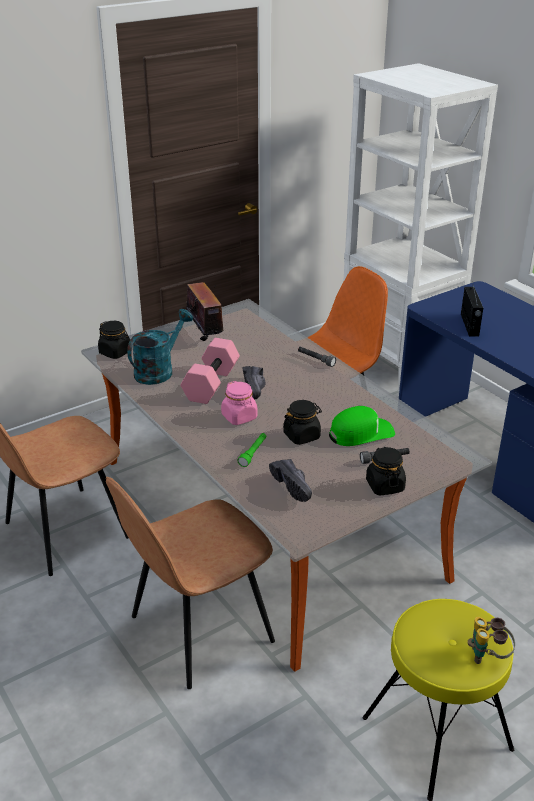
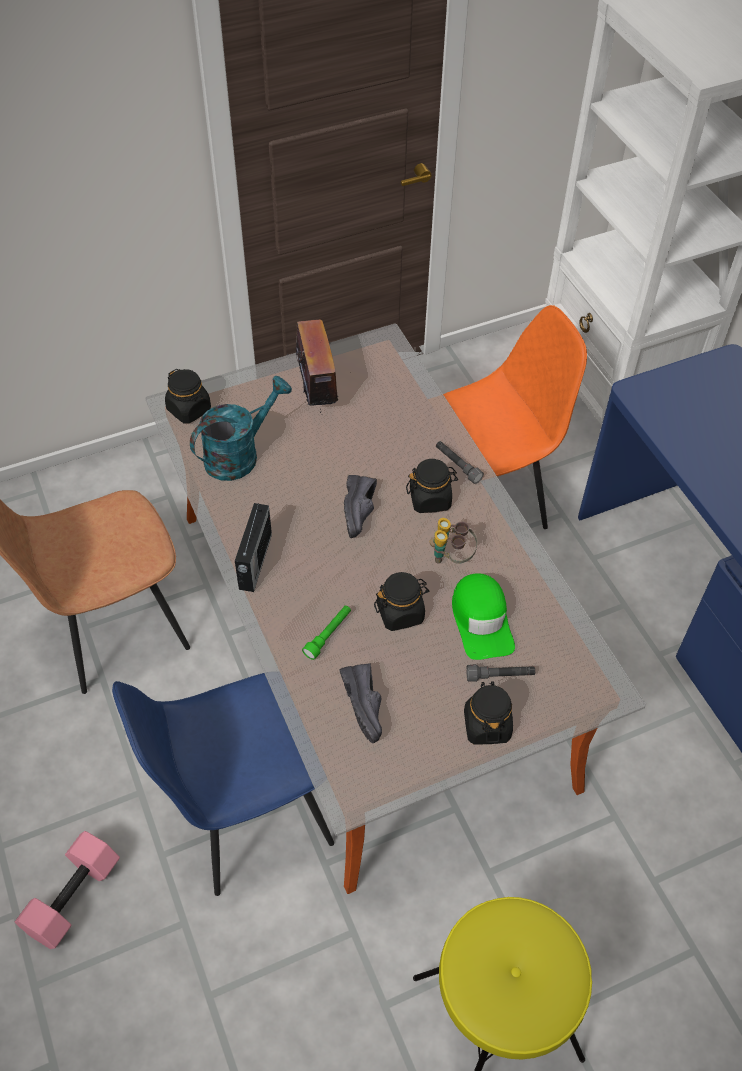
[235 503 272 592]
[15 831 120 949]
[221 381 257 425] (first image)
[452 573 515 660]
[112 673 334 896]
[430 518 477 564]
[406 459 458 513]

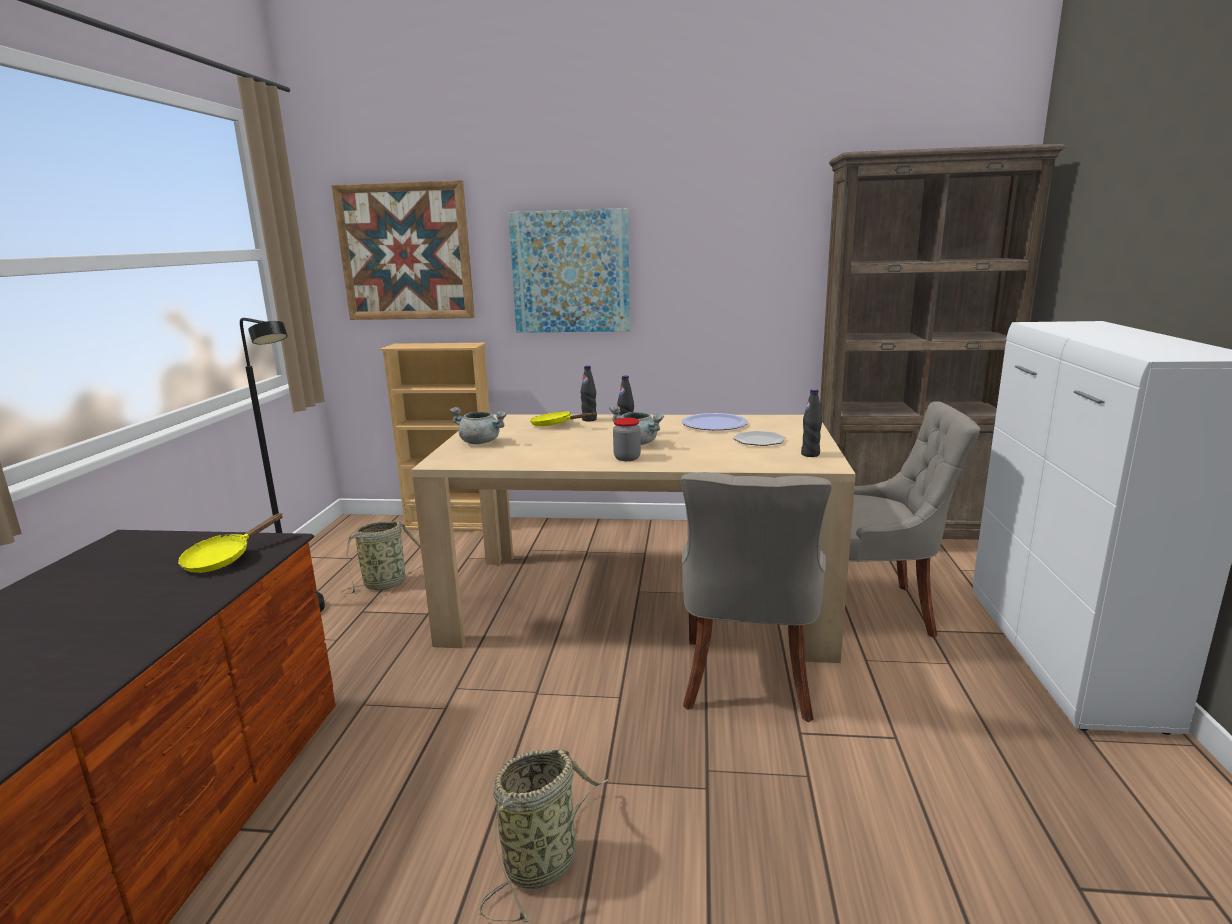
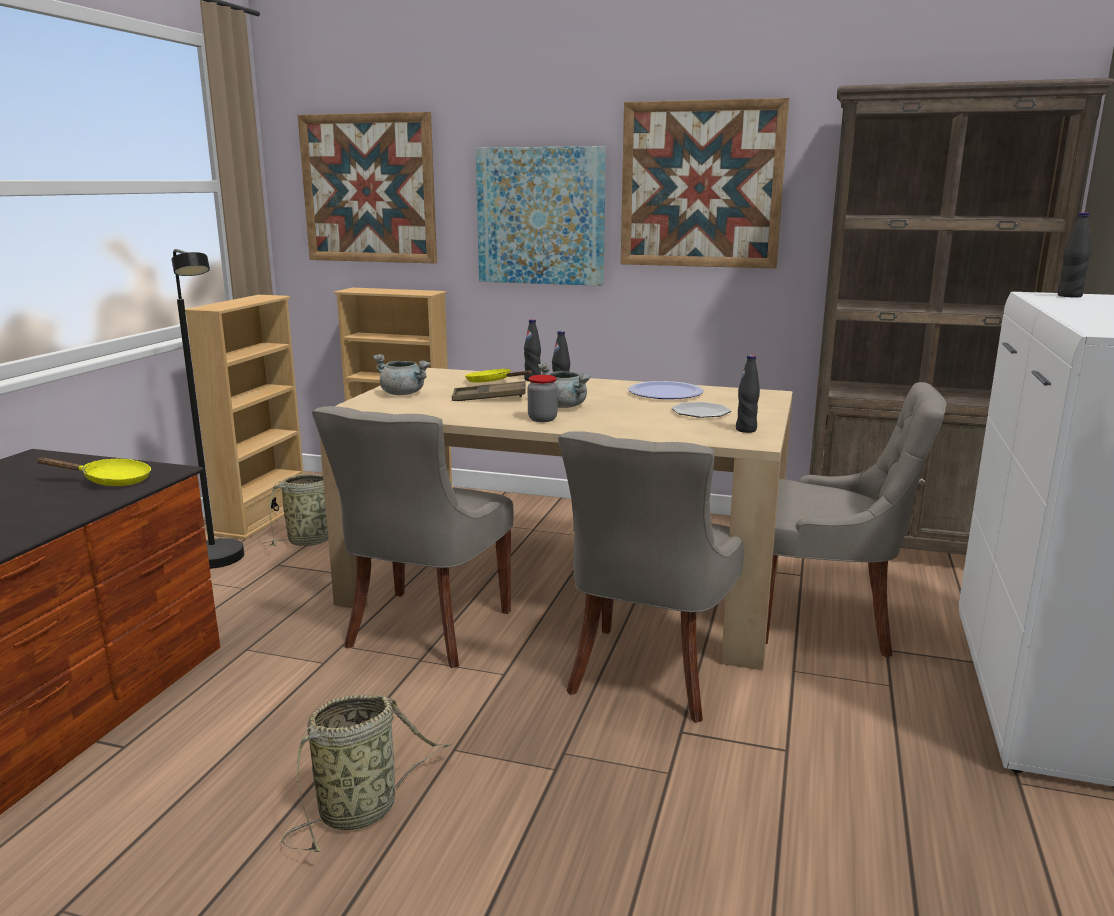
[36 458 151 486]
[621 98 789 269]
[1058 212 1091 298]
[185 295 304 540]
[452 381 526 401]
[312 406 513 668]

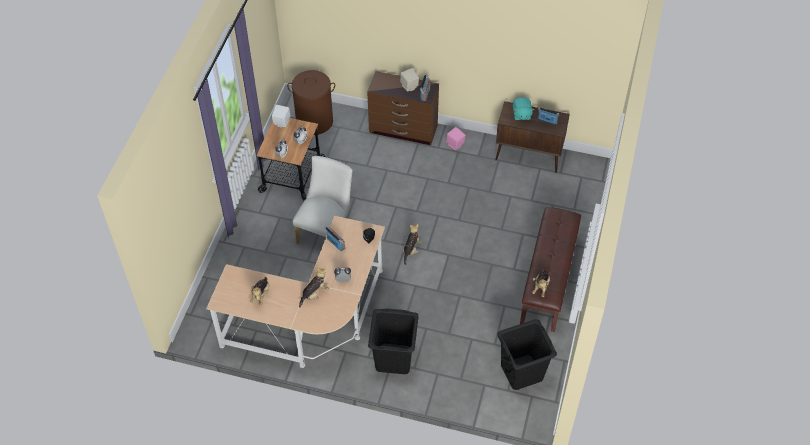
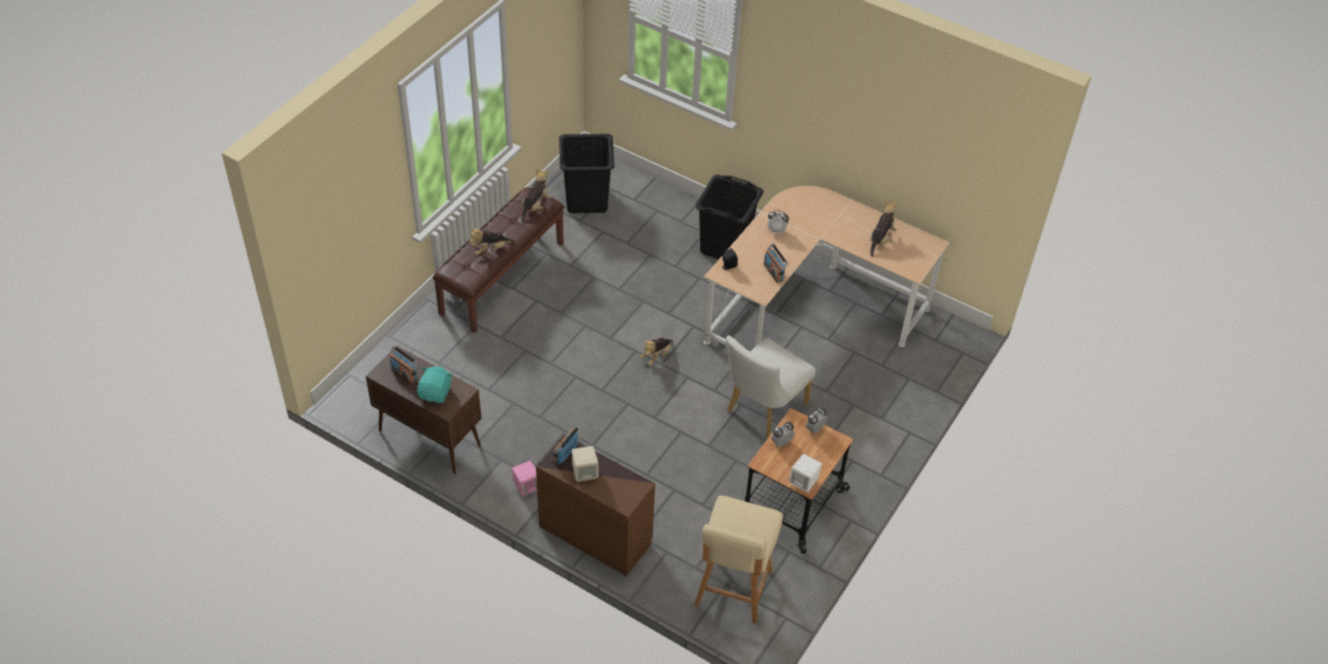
[694 496 783 623]
[469 228 515 255]

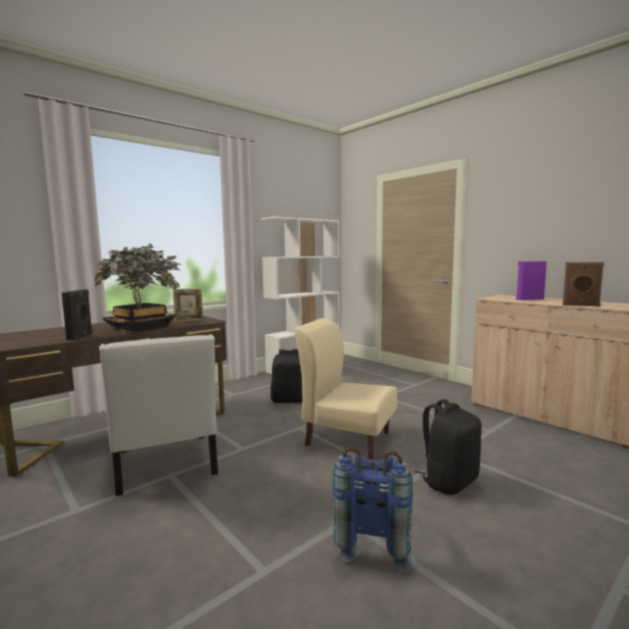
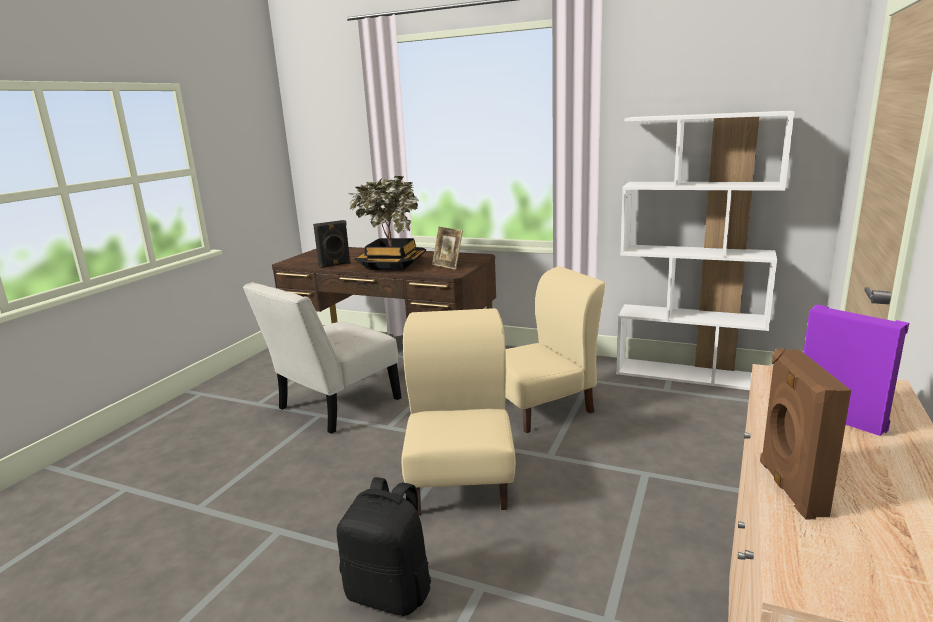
[505 266 605 433]
[333 447 415 572] (first image)

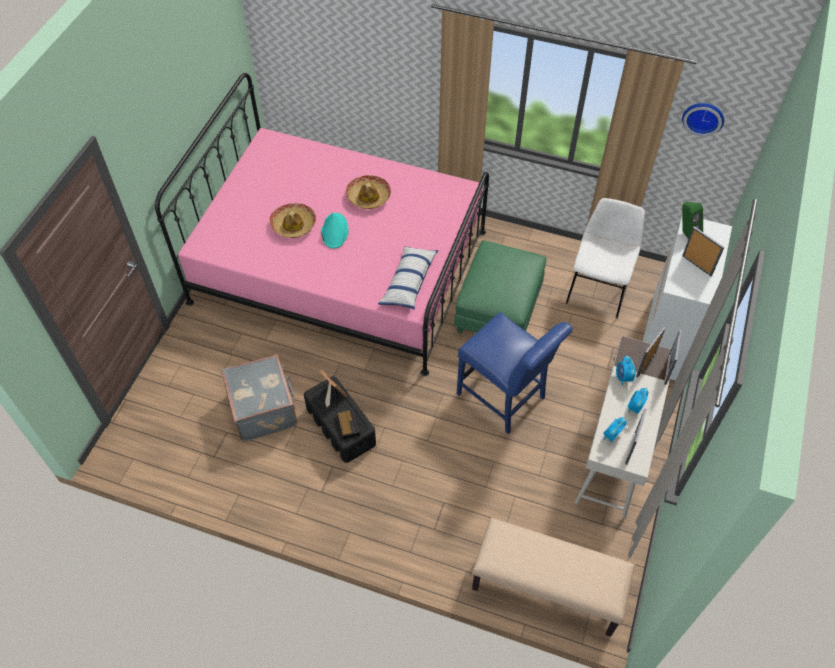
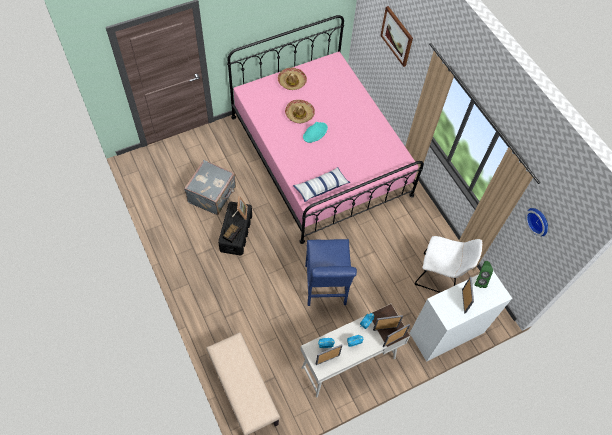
[278 68 307 90]
[415 236 483 293]
[454 240 547 334] (first image)
[380 6 413 67]

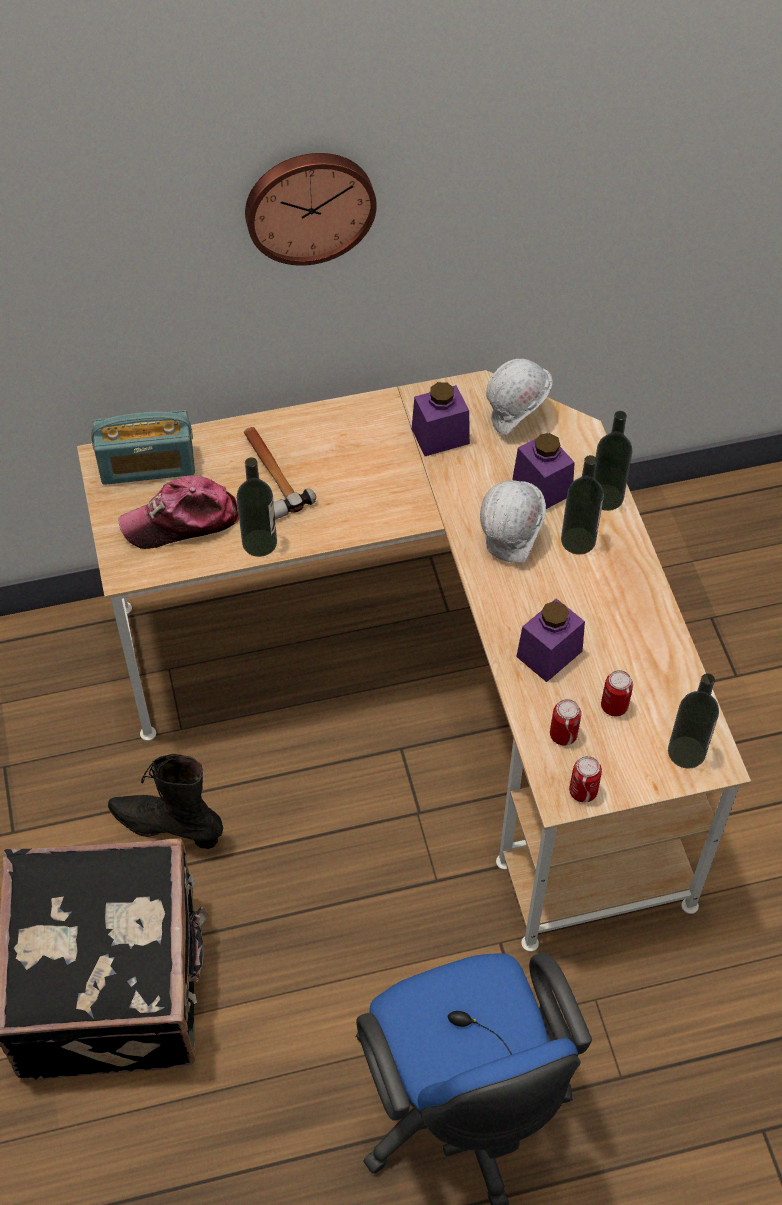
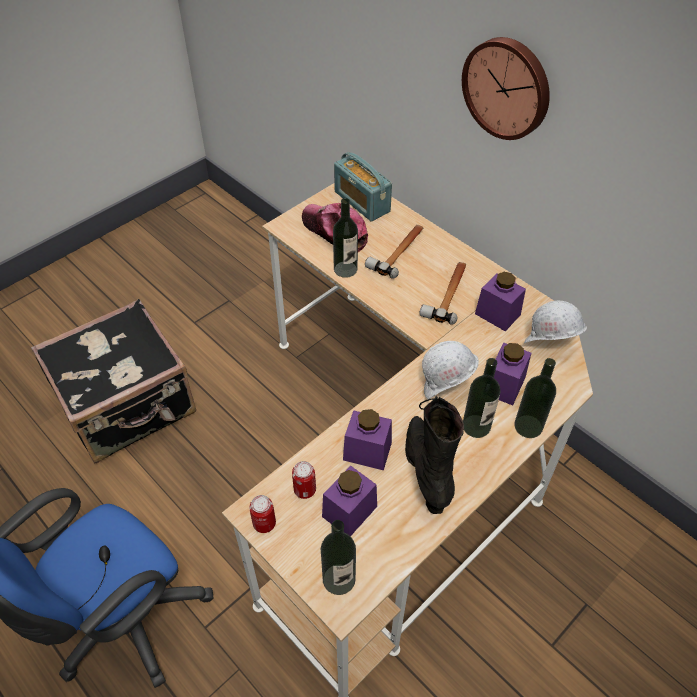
[322 466 377 536]
[405 396 464 514]
[419 262 466 325]

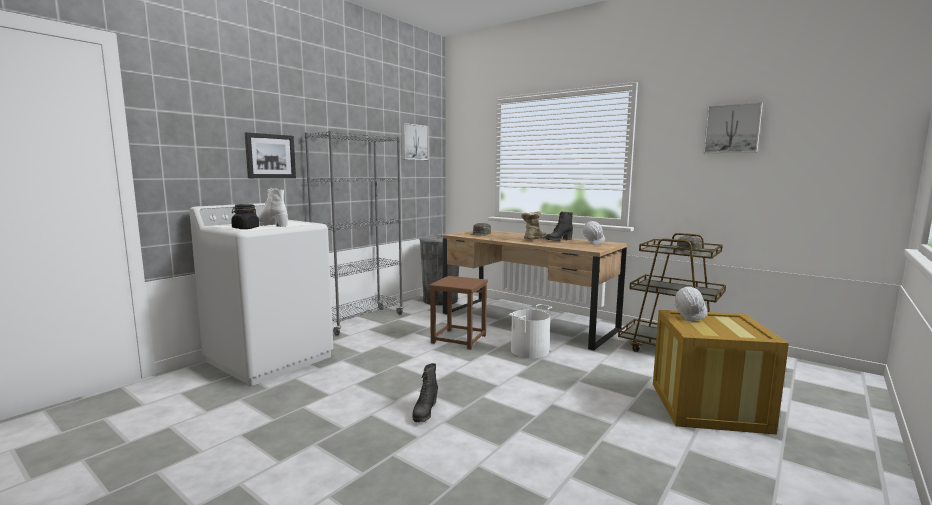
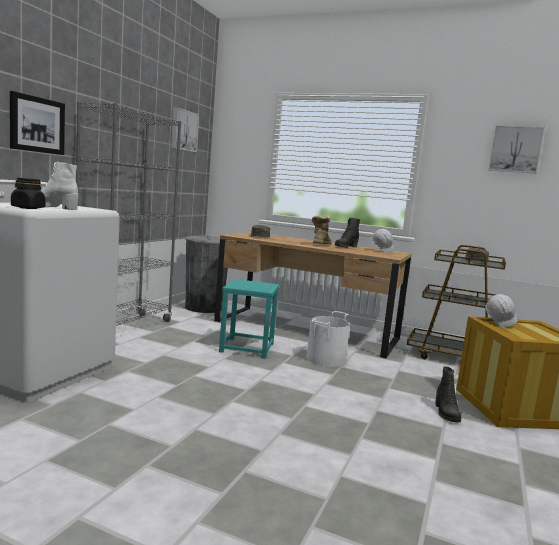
[219 279 280 359]
[435 366 461 422]

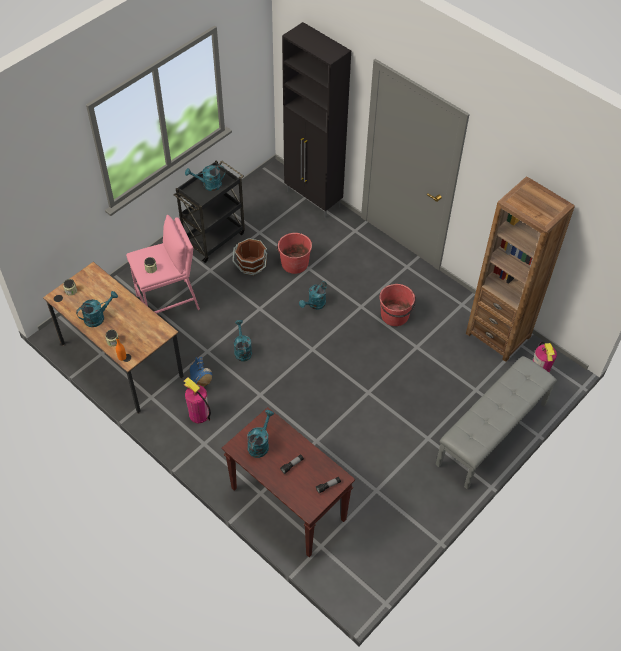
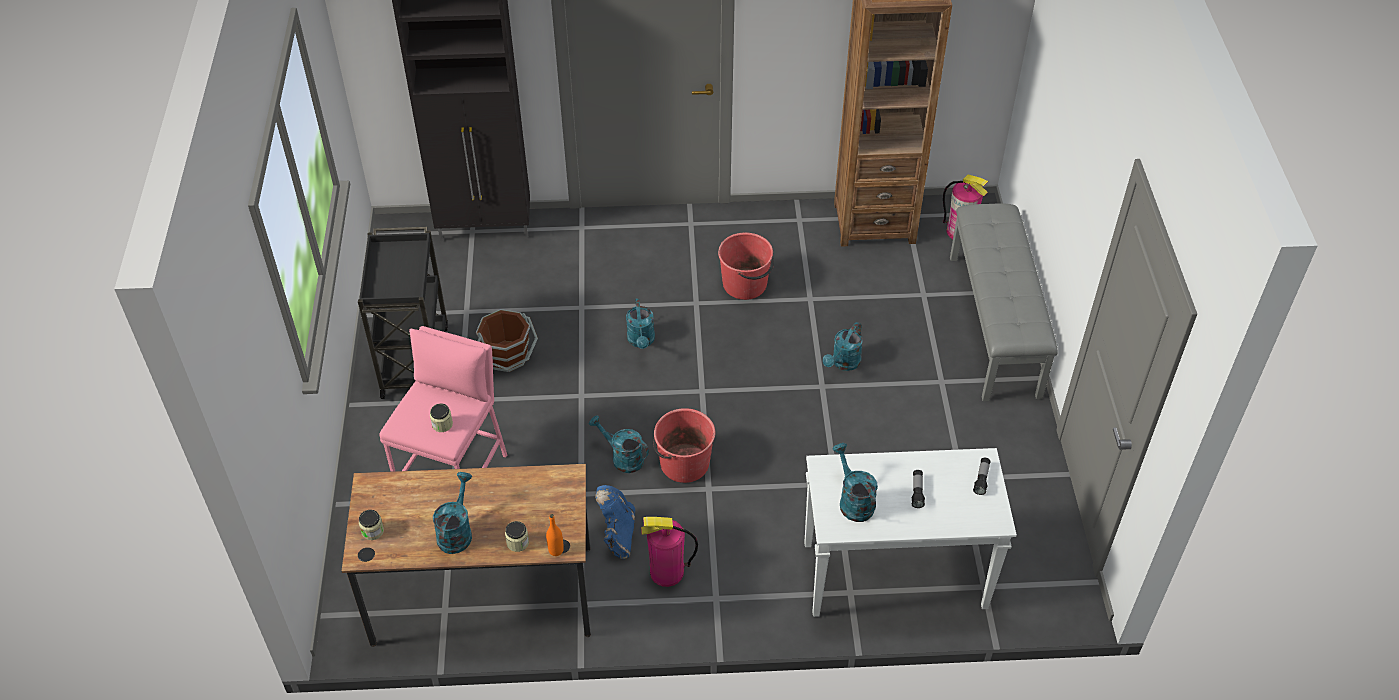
[823 322 863 371]
[653 408 715 483]
[596 485 635 559]
[804 448 1017 617]

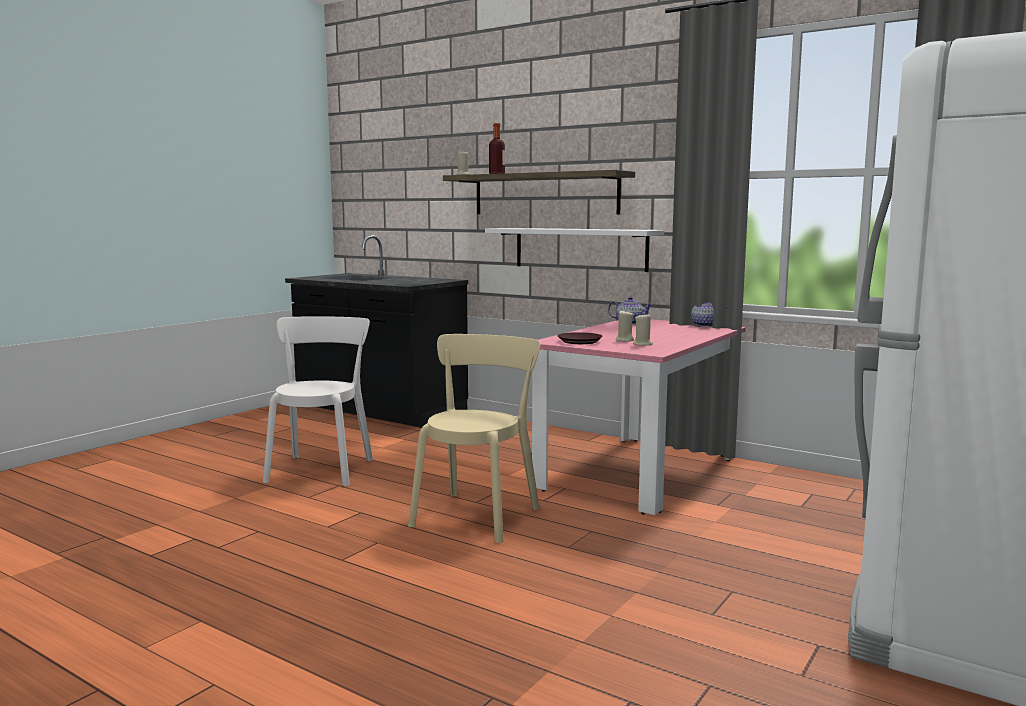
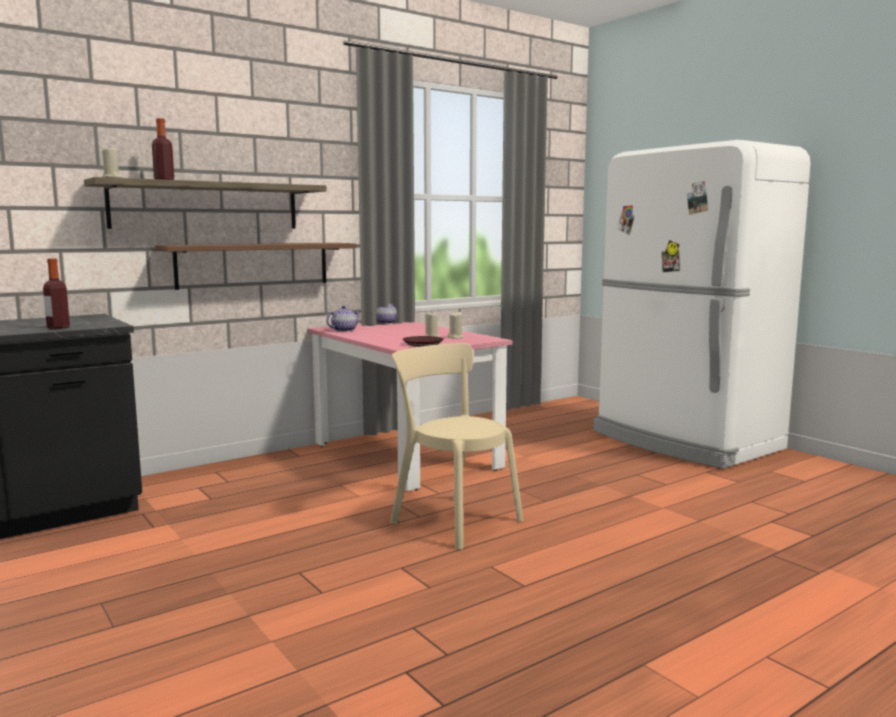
[155 243 356 290]
[263 316 373 486] (first image)
[43 258 70 329]

